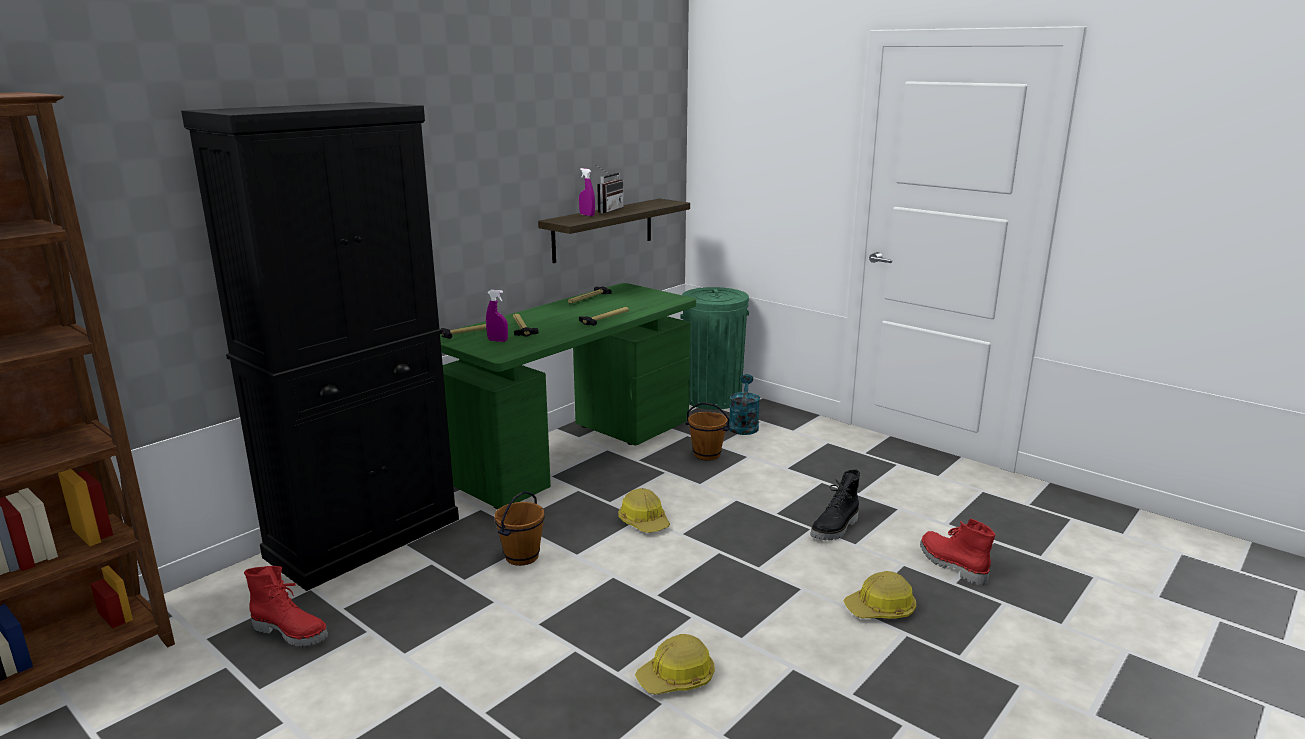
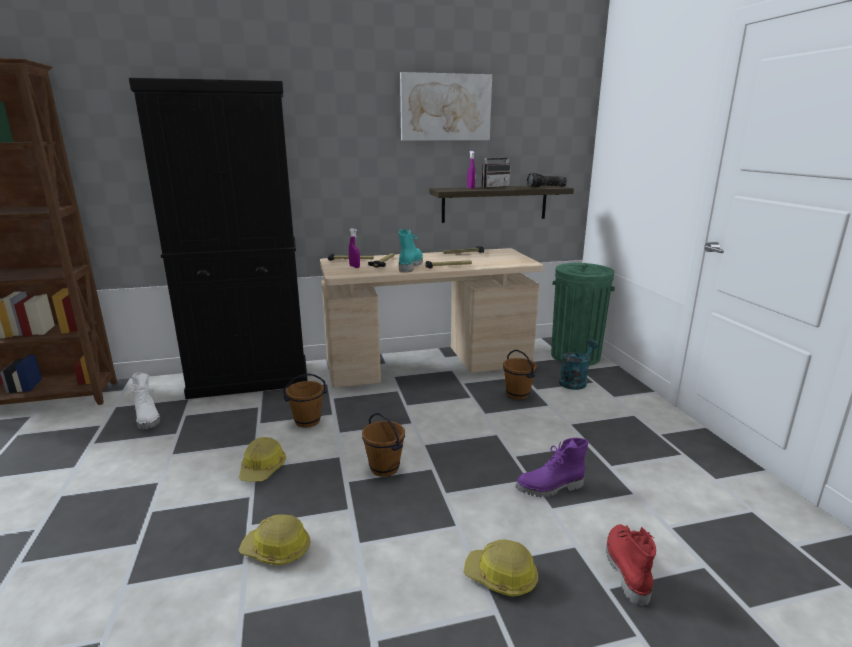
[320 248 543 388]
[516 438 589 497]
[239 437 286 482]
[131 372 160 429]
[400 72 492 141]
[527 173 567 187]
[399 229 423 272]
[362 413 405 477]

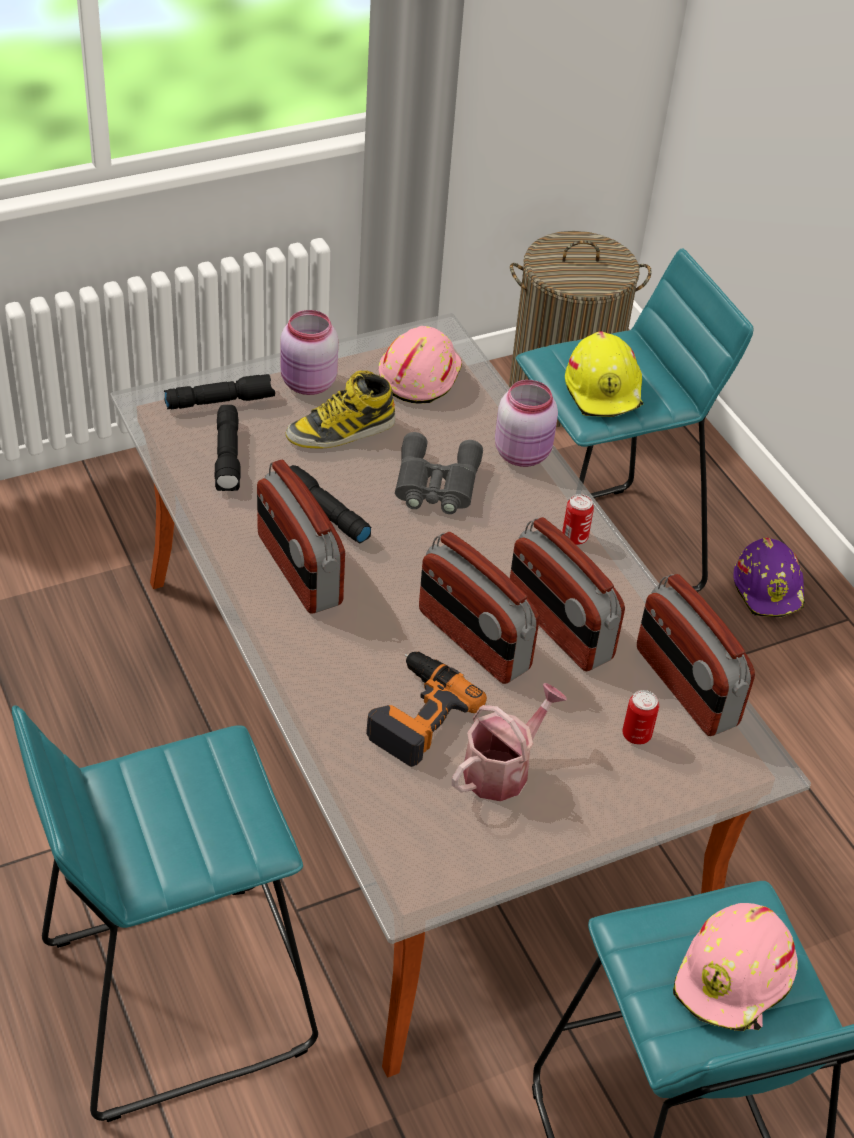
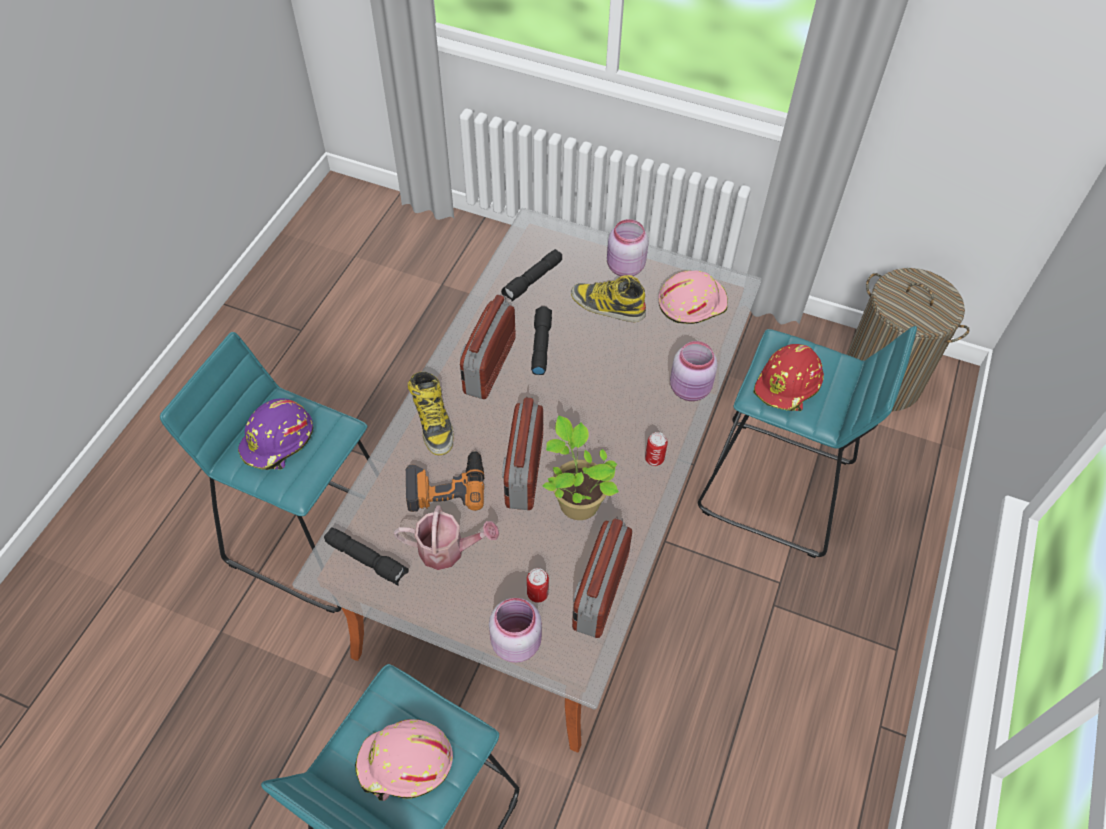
[753 344 824 411]
[324 527 409 586]
[395 432 483 514] (first image)
[543 416 619 520]
[238 398 313 470]
[408 372 454 455]
[489 598 542 663]

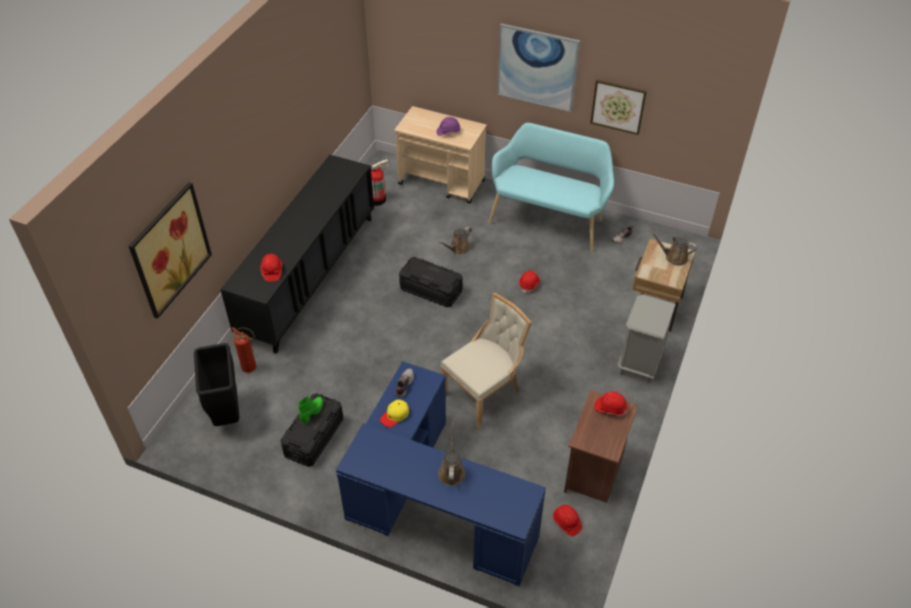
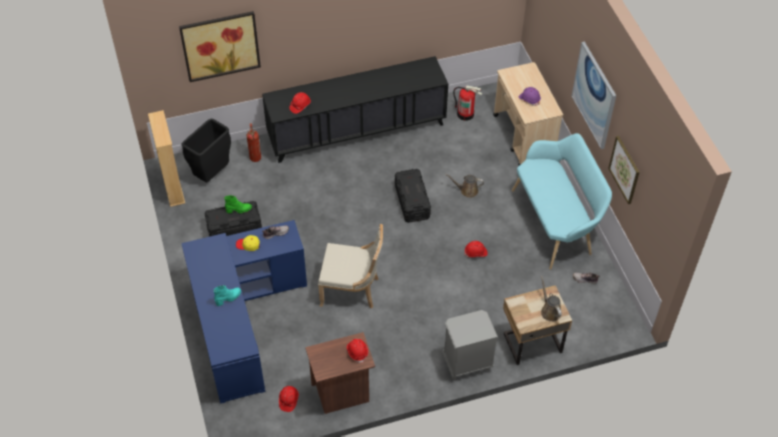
[213 285 241 306]
[148 110 185 207]

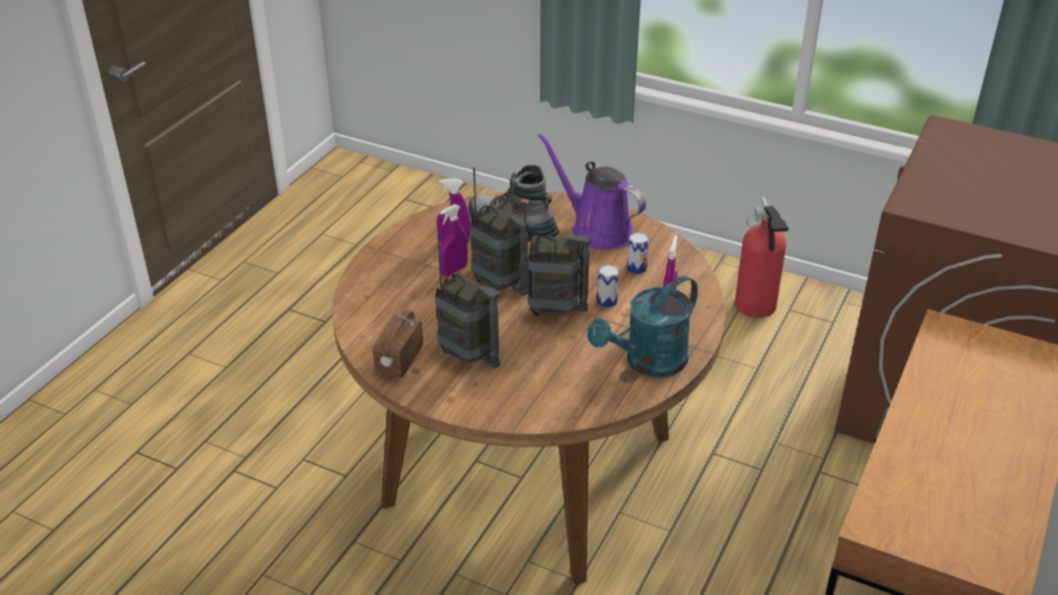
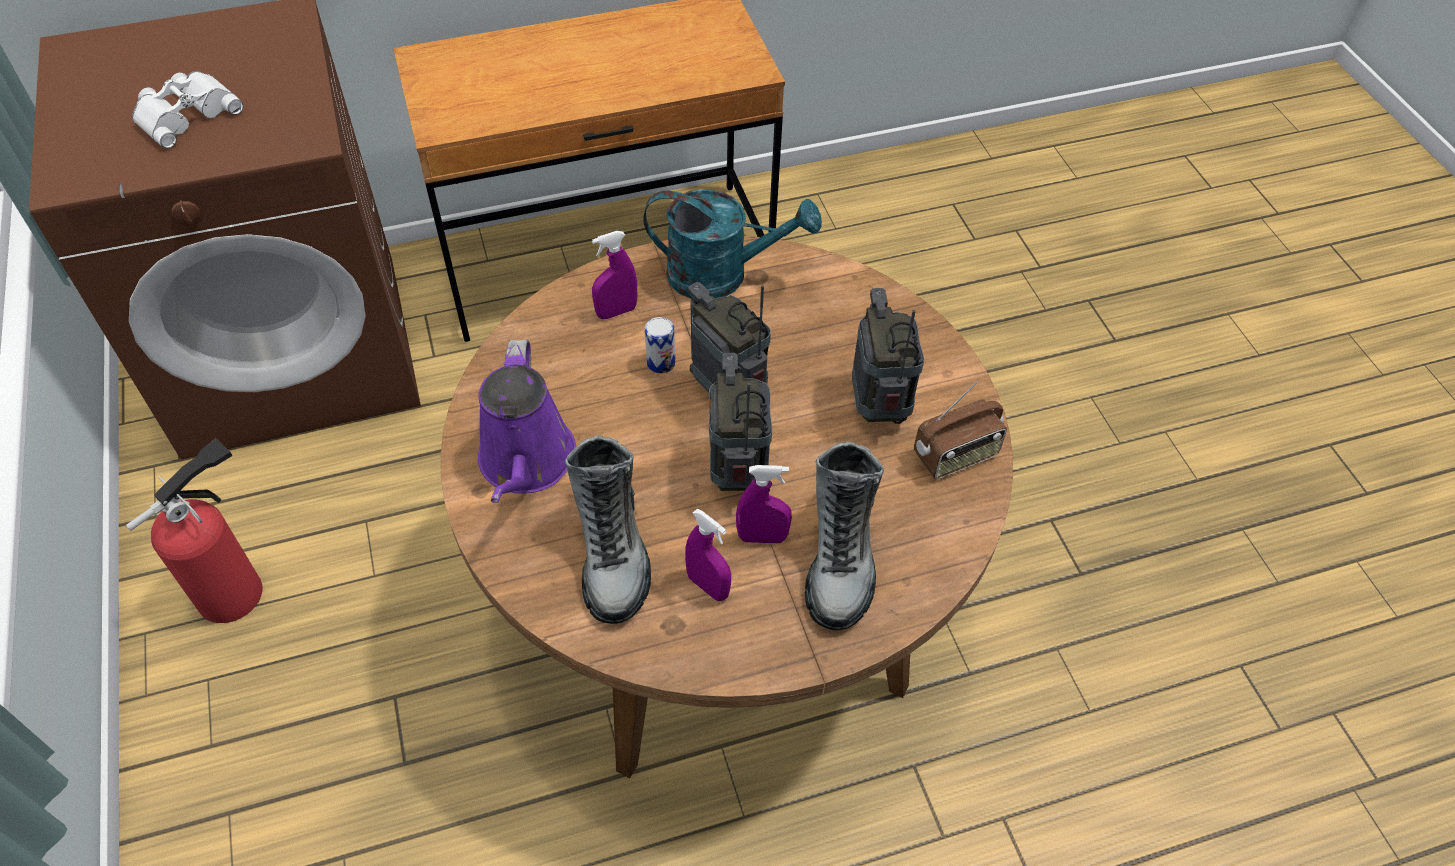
[627 233 649 274] (first image)
[132 71 244 148]
[805 441 884 631]

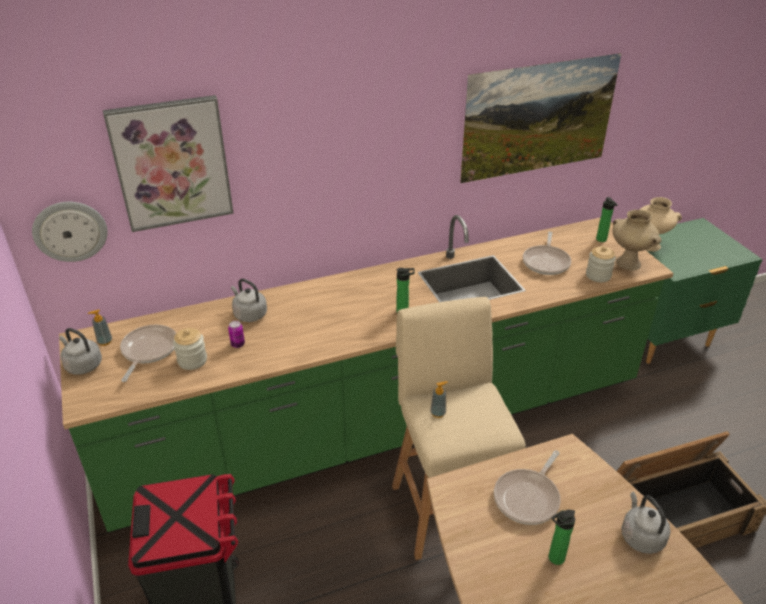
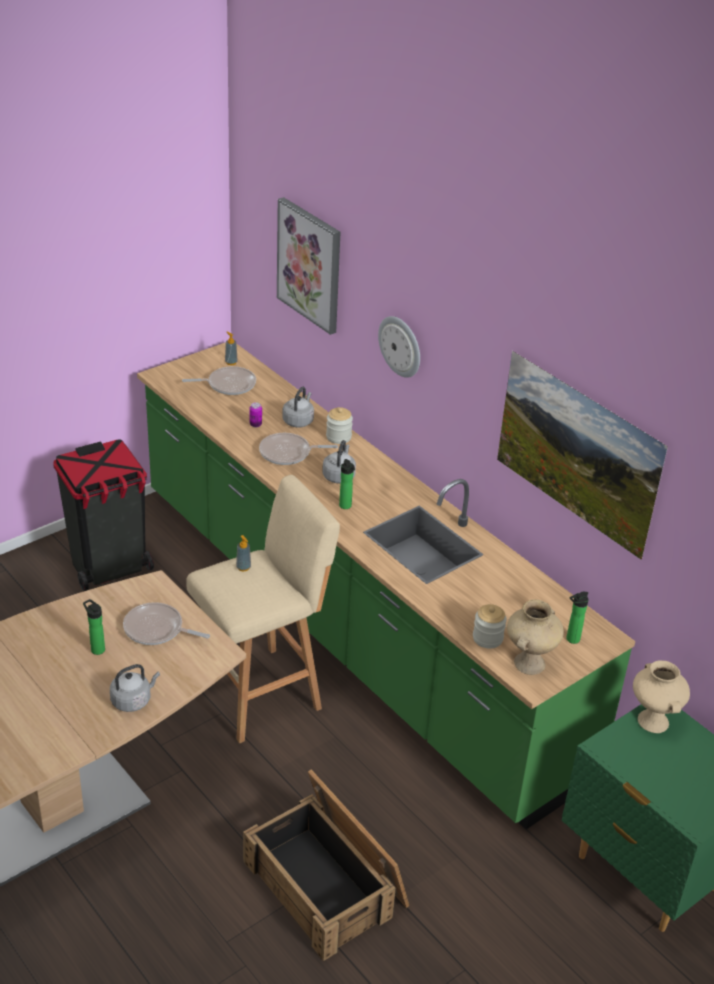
[378 316 420 378]
[259 433 338 465]
[322 440 356 484]
[326 407 353 444]

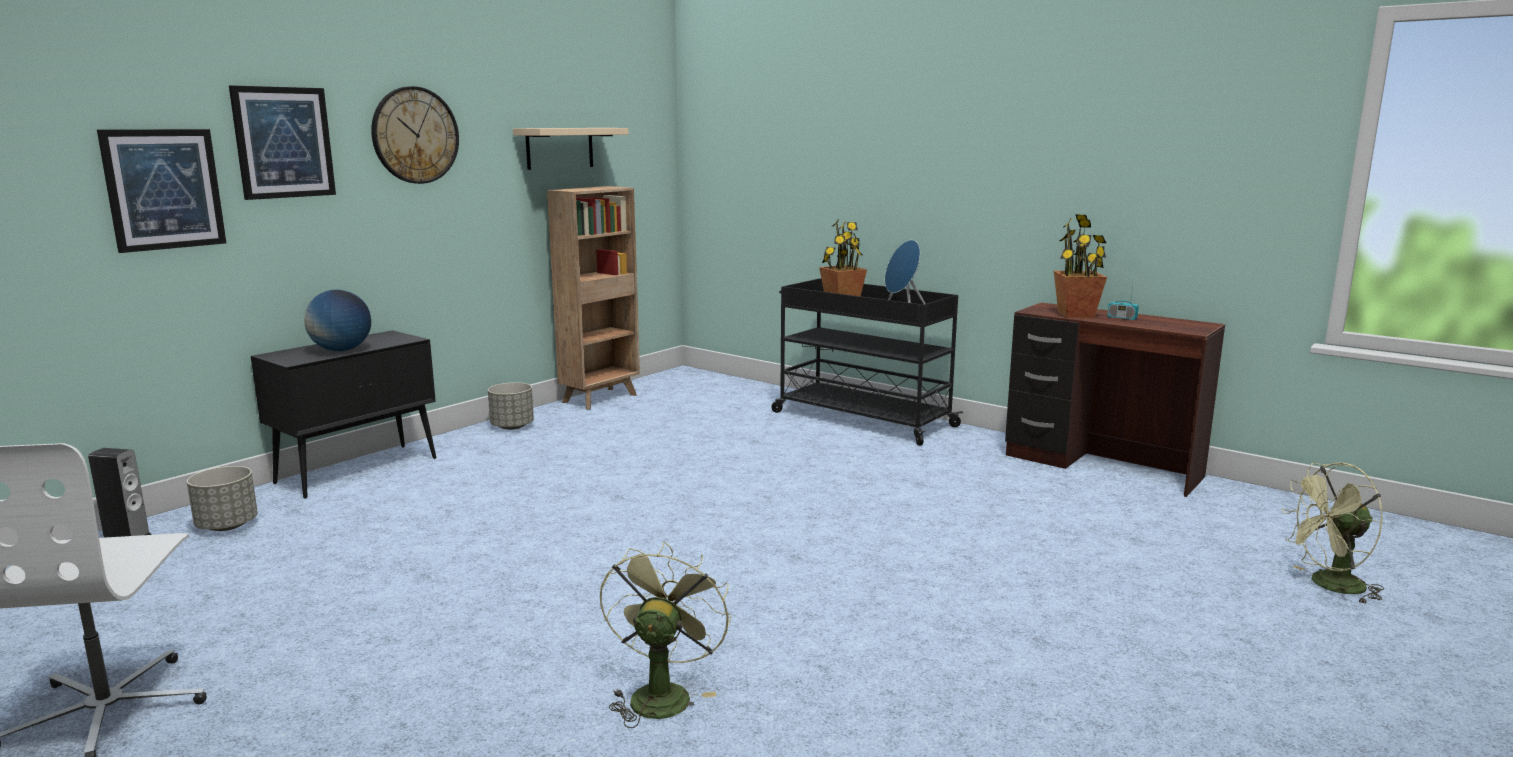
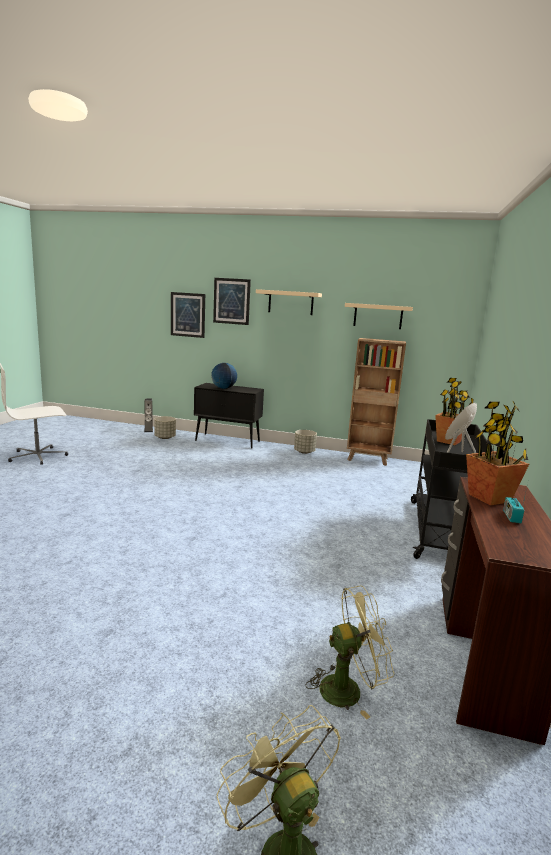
[256 289 322 315]
[306 585 395 720]

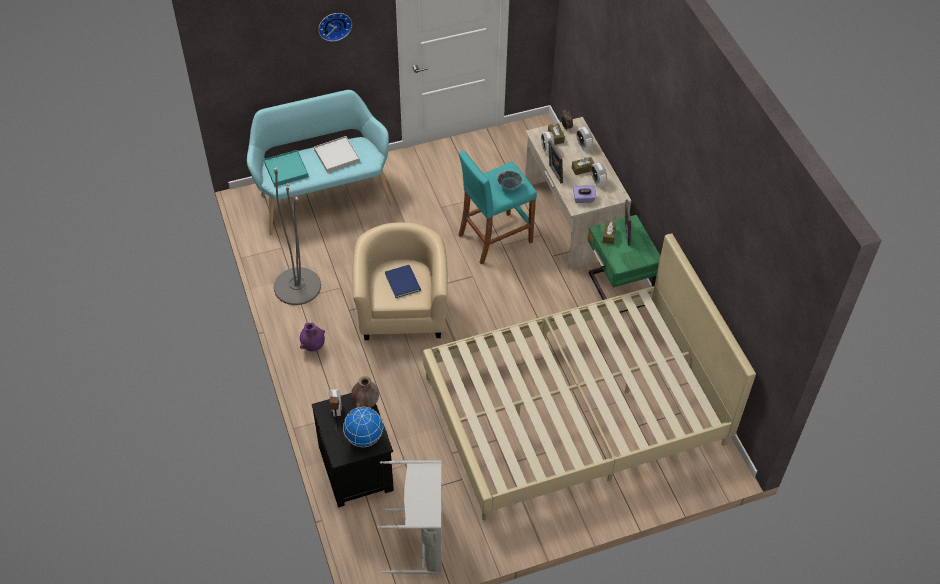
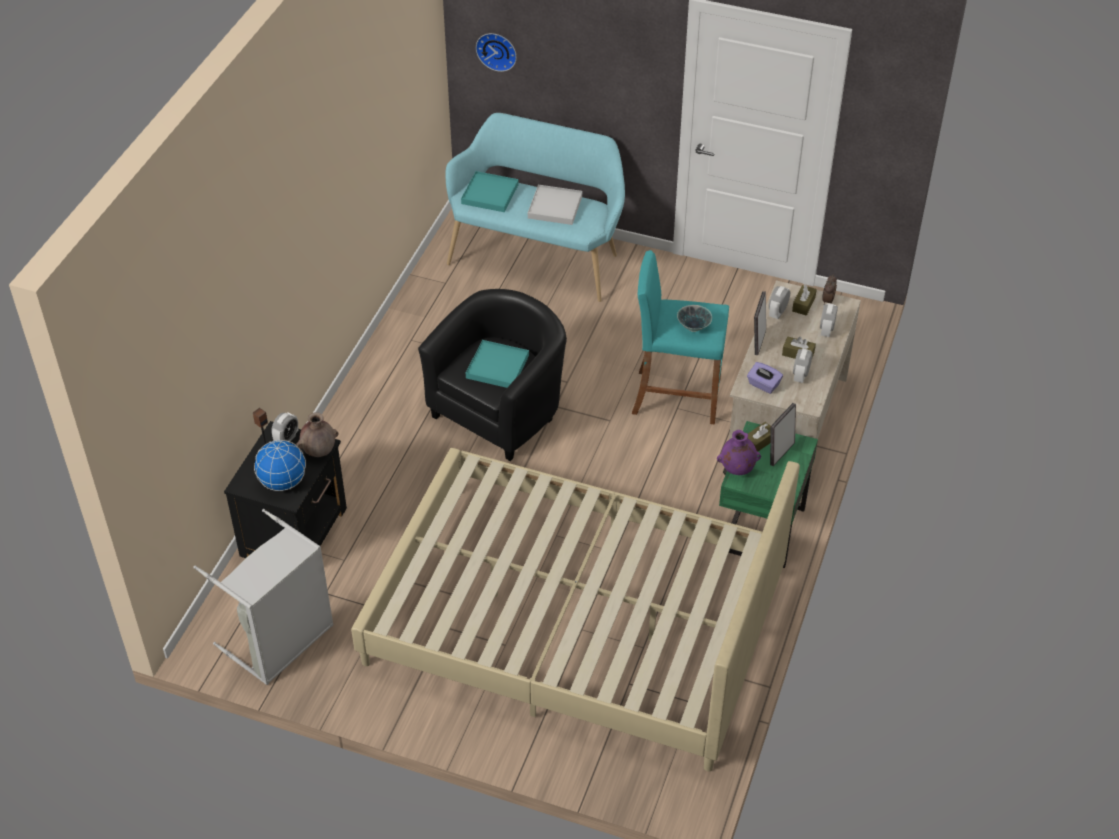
[476 33 517 72]
[274 167 321 305] (first image)
[418 289 567 461]
[466 340 529 388]
[717 430 761 475]

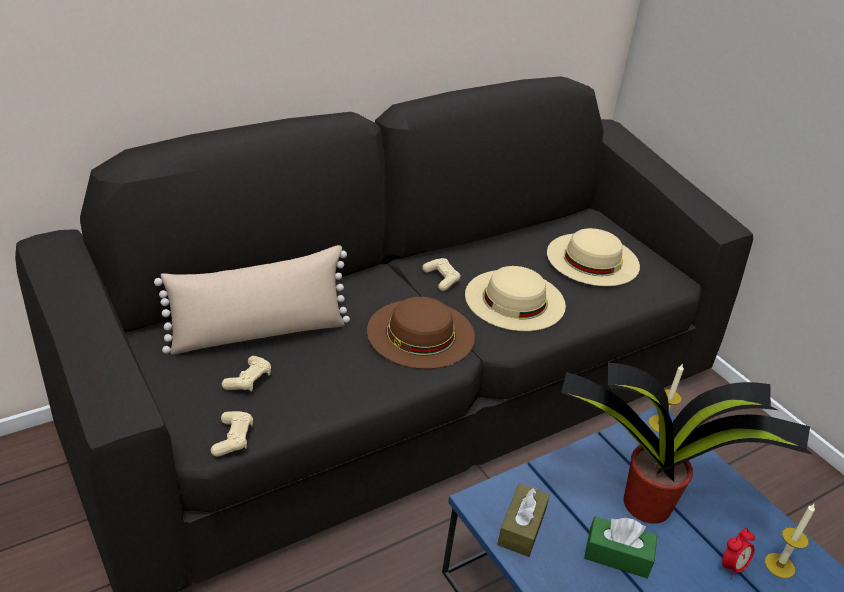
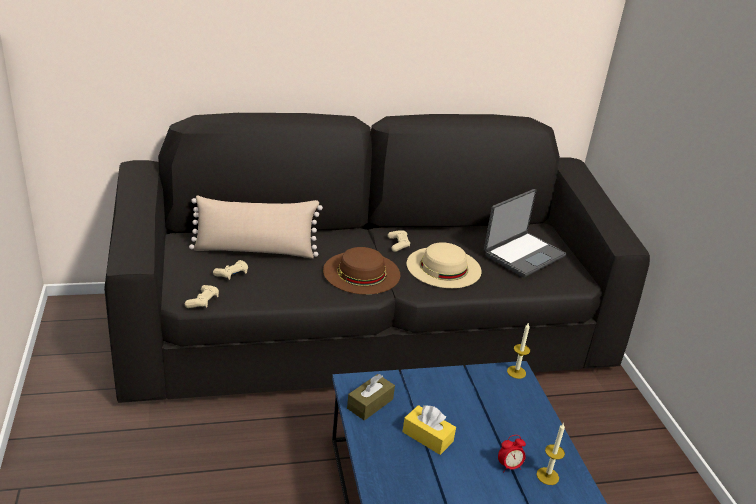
[484 189 566 278]
[561 363 812 524] (first image)
[402 405 456 455]

